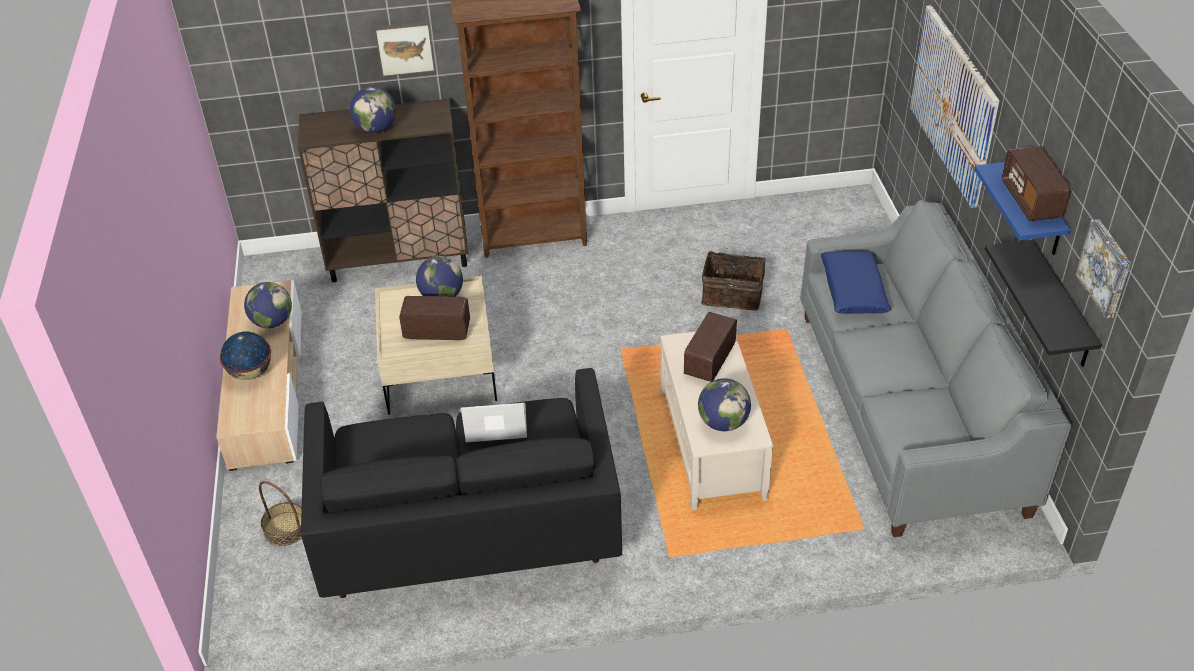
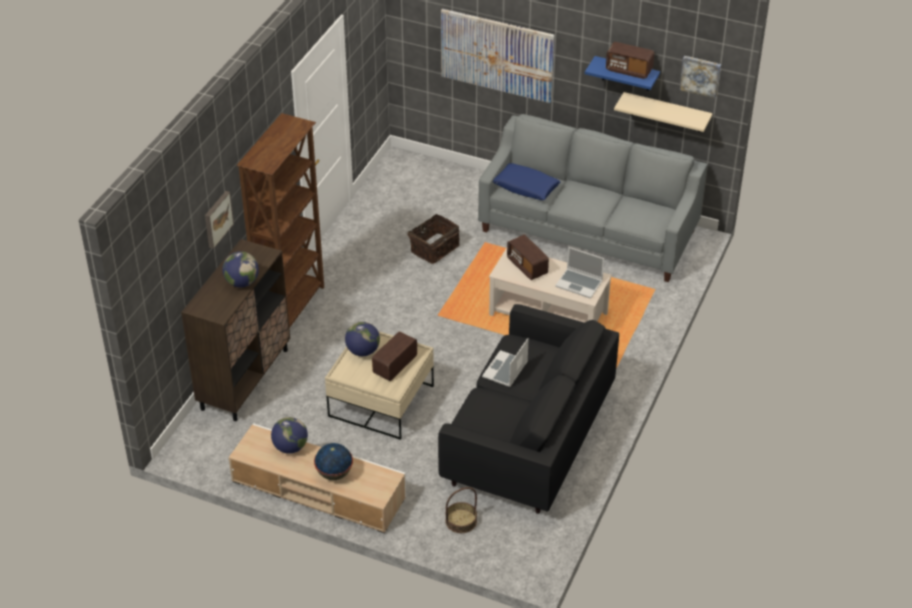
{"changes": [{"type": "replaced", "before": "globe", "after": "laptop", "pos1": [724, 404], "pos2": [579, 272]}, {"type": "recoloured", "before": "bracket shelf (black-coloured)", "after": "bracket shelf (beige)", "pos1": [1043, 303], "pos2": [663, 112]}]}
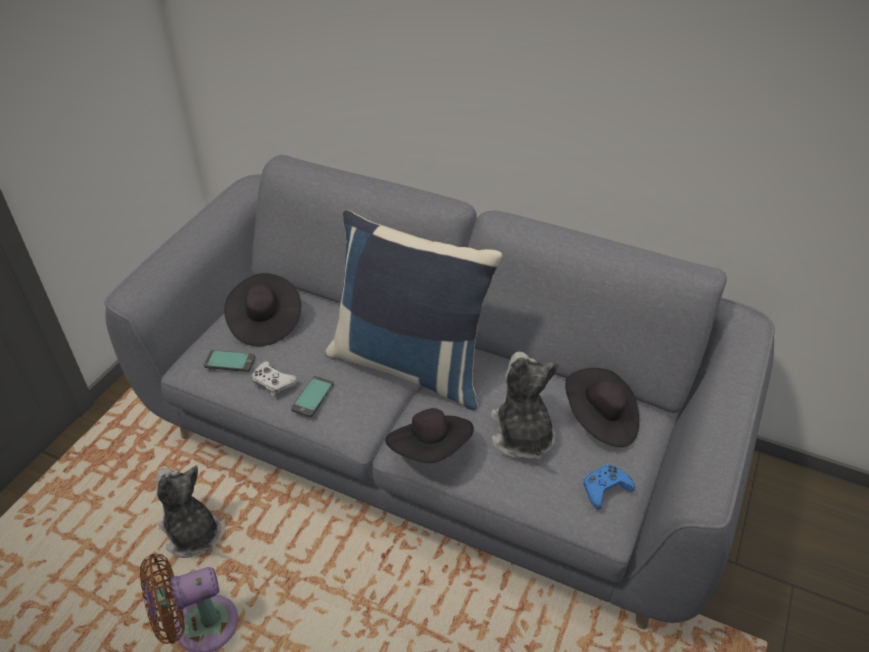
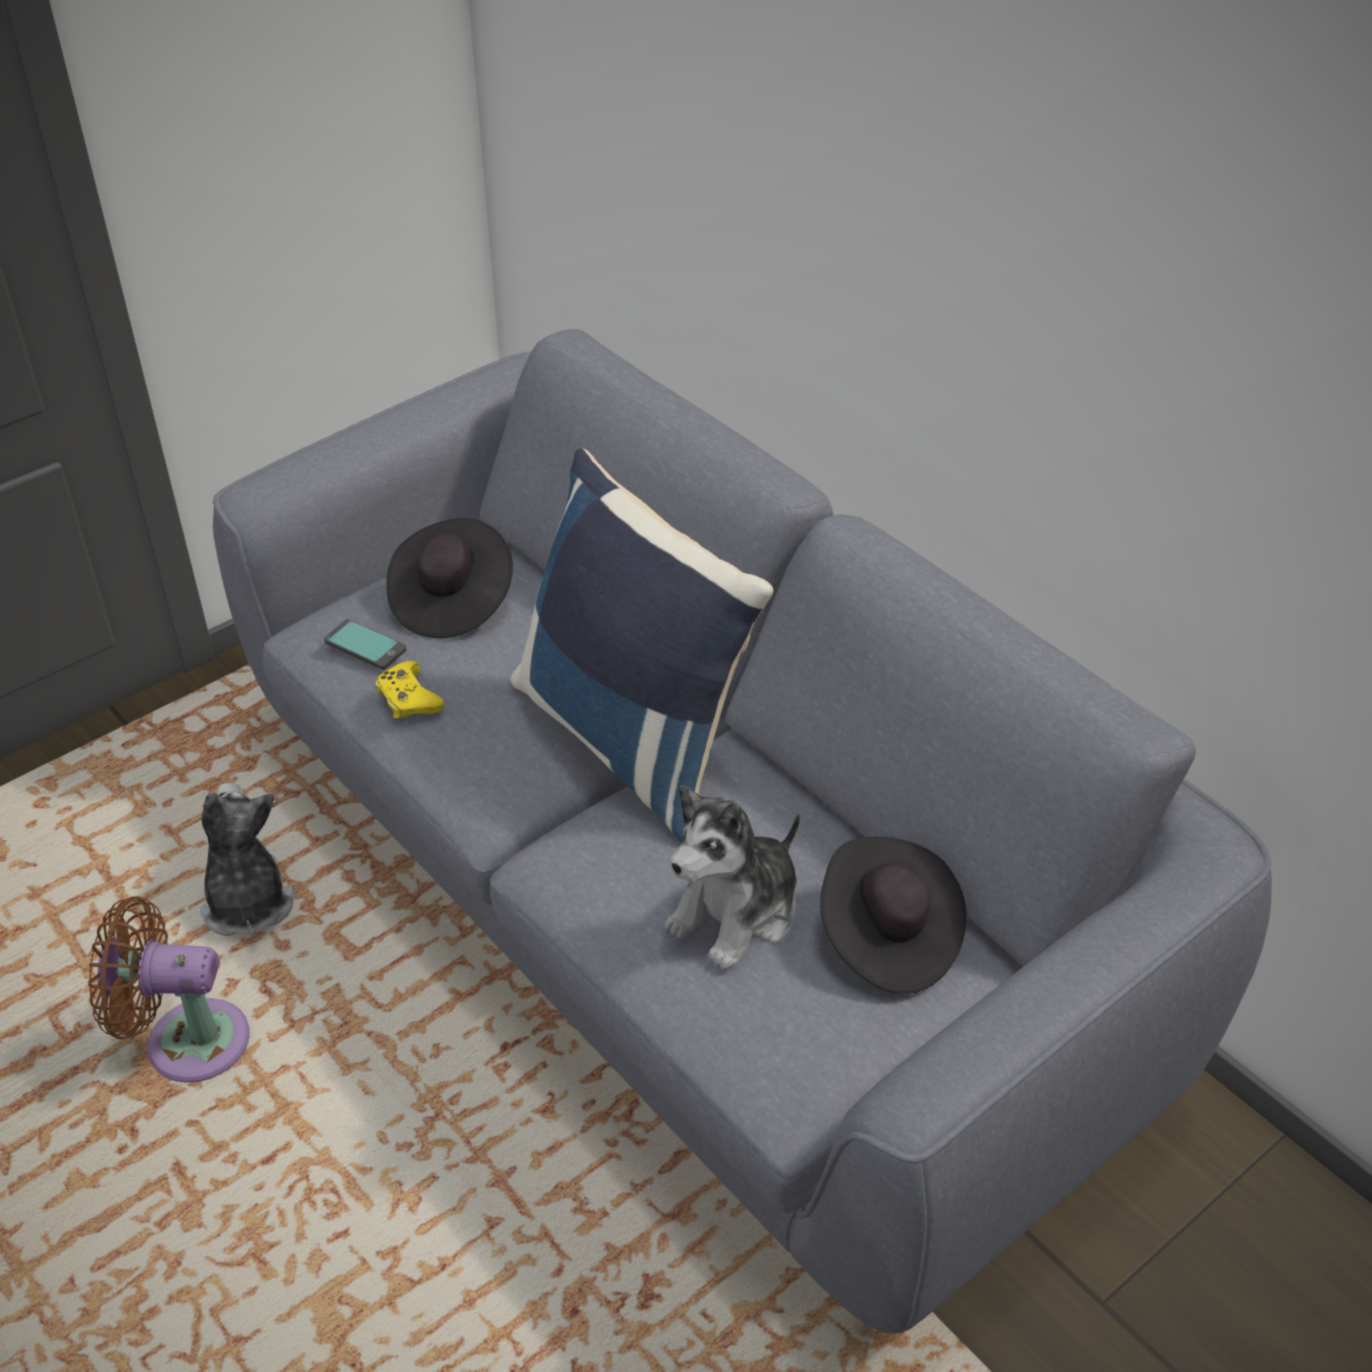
{"changes": [{"type": "removed", "before": "phone", "pos1": [312, 396]}, {"type": "removed", "before": "wearable hat (black-coloured)", "pos1": [429, 435]}, {"type": "removed", "before": "game controller (blue-coloured)", "pos1": [609, 486]}, {"type": "recoloured", "before": "game controller (whitish)", "after": "game controller (yellow)", "pos1": [275, 378], "pos2": [410, 689]}, {"type": "turned", "before": "plush toy", "pos1": [525, 405], "pos2": [733, 878], "turn": -150}]}
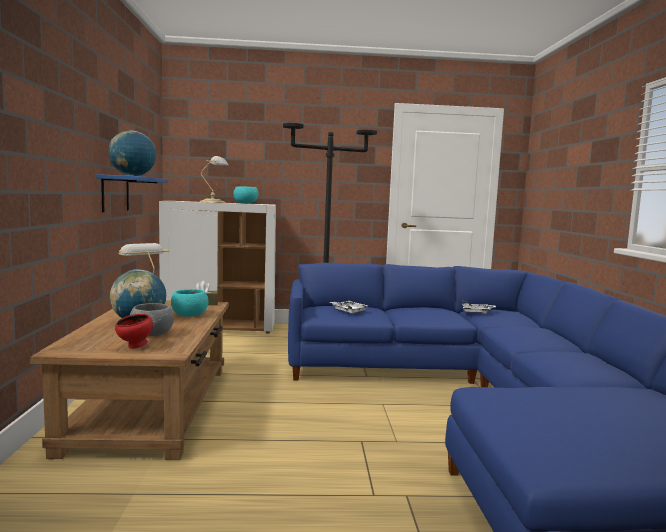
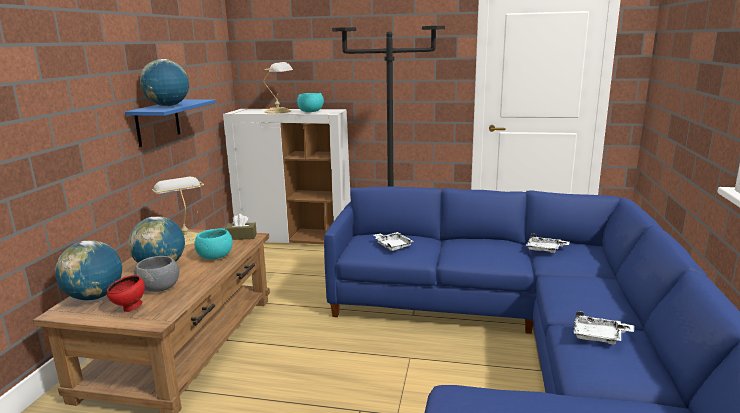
{"changes": [{"type": "added", "after": "globe", "pos2": [88, 270]}, {"type": "added", "after": "tray (whitish)", "pos2": [603, 328]}]}
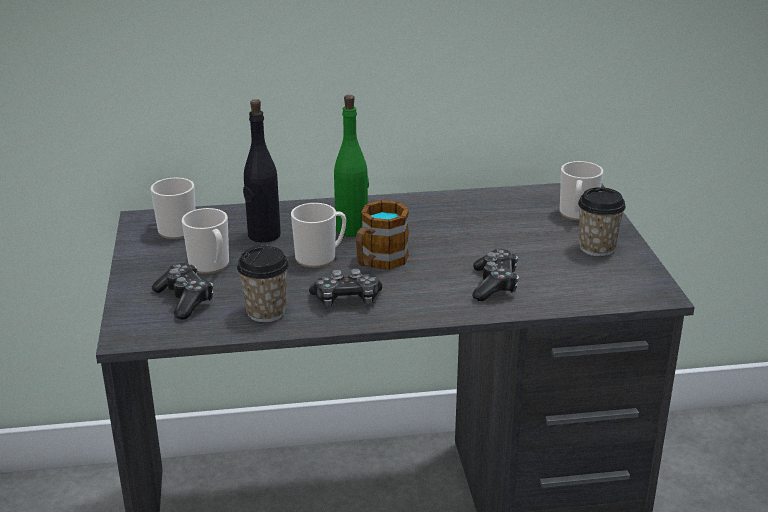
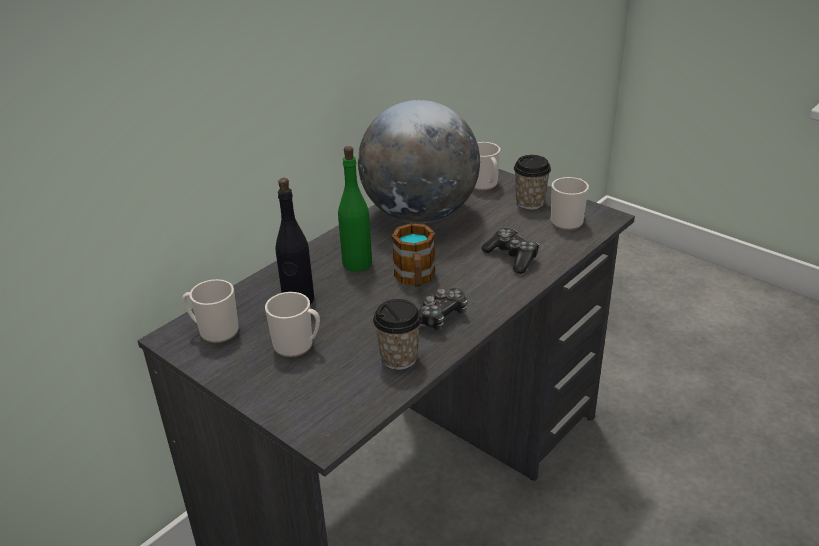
{"changes": [{"type": "removed", "before": "game controller", "pos1": [182, 291]}, {"type": "added", "after": "globe", "pos2": [419, 161]}, {"type": "moved", "before": "mug", "pos1": [318, 235], "pos2": [570, 203]}]}
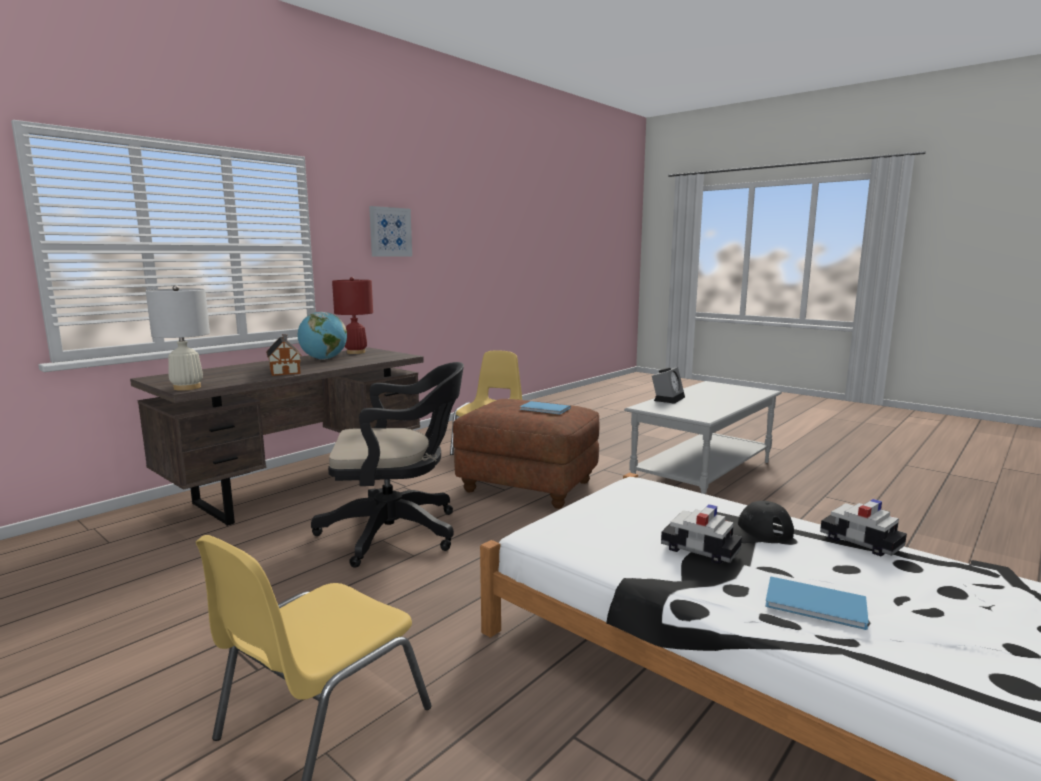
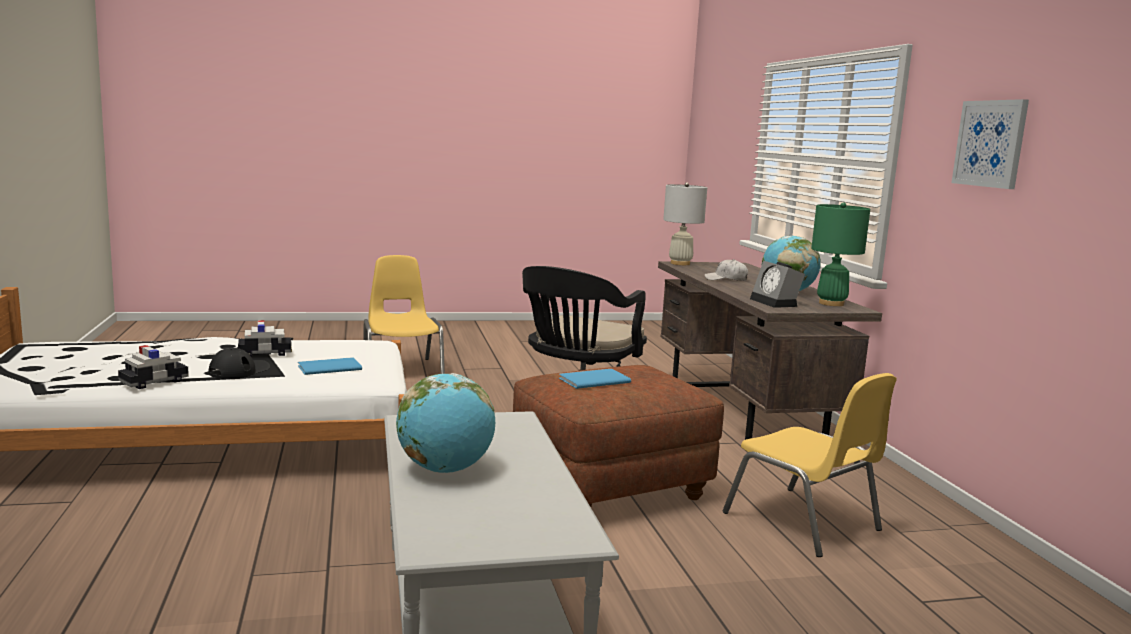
{"changes": [{"type": "added", "after": "globe", "pos2": [445, 423]}, {"type": "moved", "before": "bedside clock", "pos1": [668, 385], "pos2": [777, 284]}, {"type": "moved", "before": "volume (blue-coloured)", "pos1": [817, 603], "pos2": [330, 366]}, {"type": "replaced", "before": "toy house", "after": "baseball cap (whitish)", "pos1": [284, 355], "pos2": [726, 270]}, {"type": "recoloured", "before": "lamp for a table (red)", "after": "lamp for a table (greenish)", "pos1": [352, 315], "pos2": [840, 254]}, {"type": "turned", "before": "miniature car", "pos1": [863, 528], "pos2": [153, 367], "turn": -45}]}
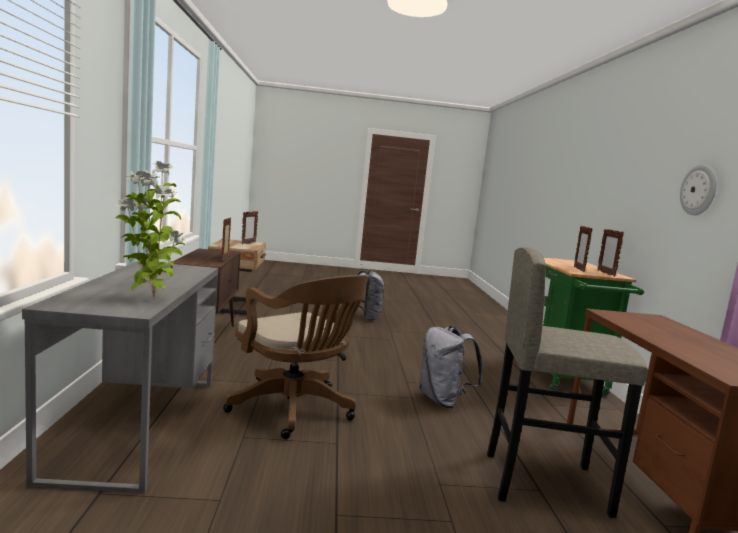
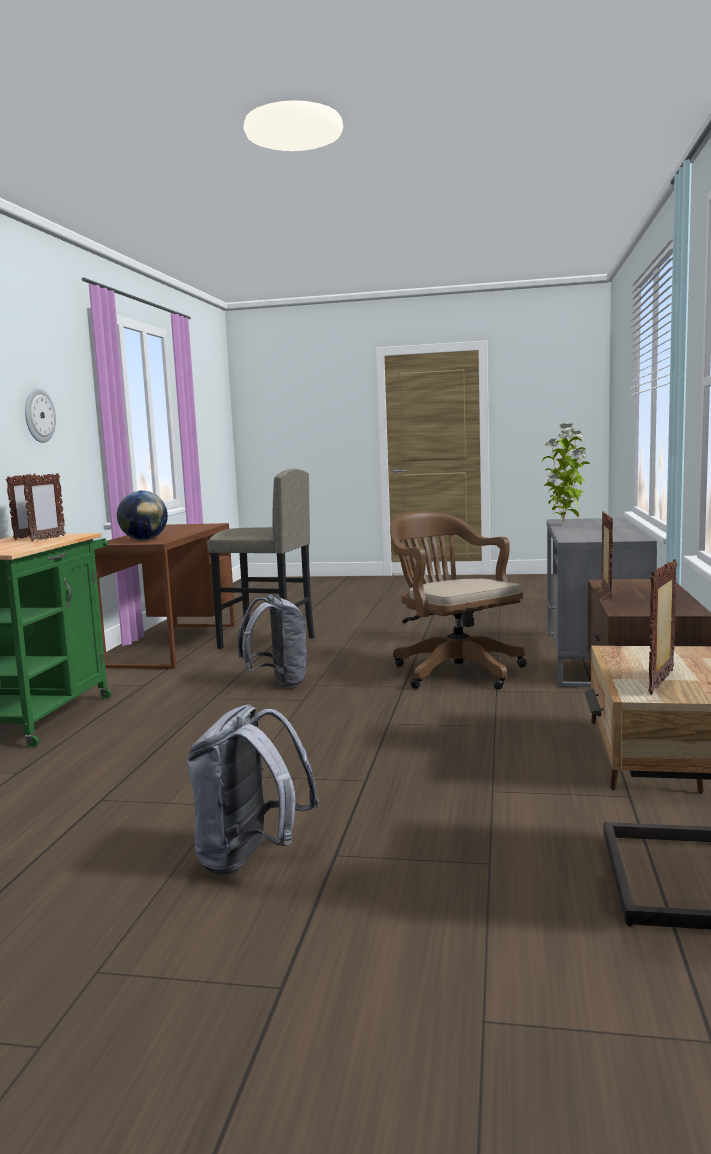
{"changes": [{"type": "added", "after": "globe", "pos2": [142, 515]}]}
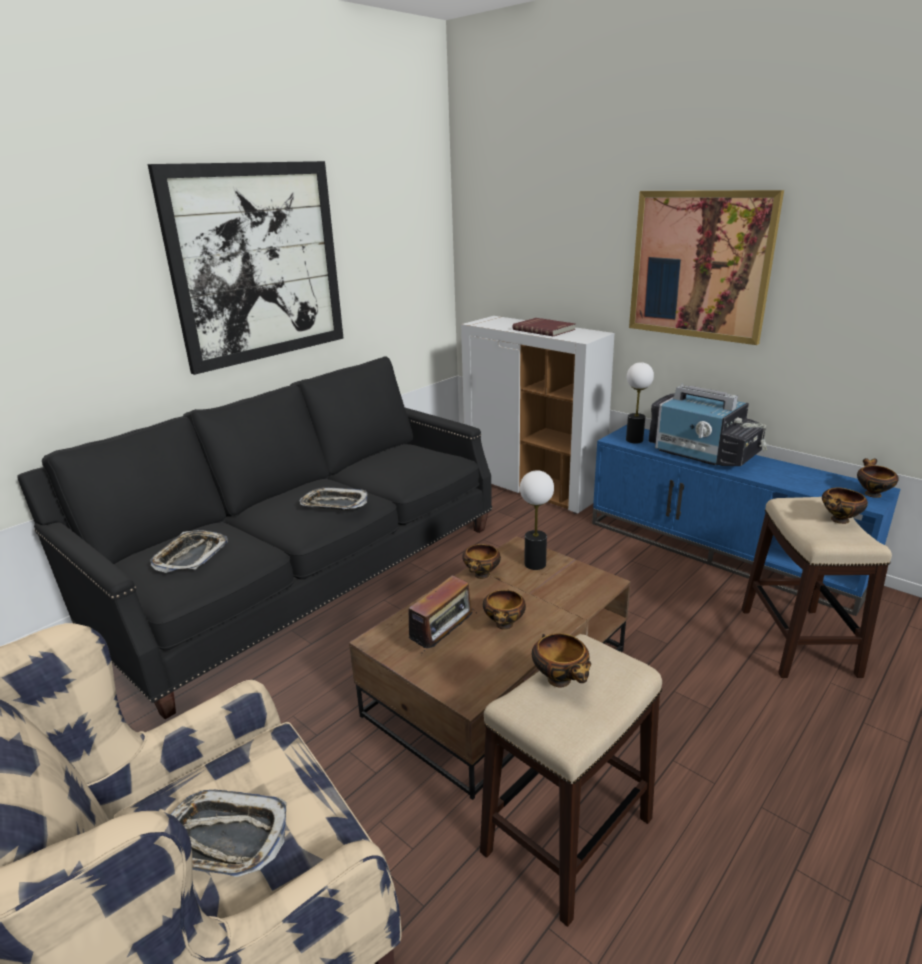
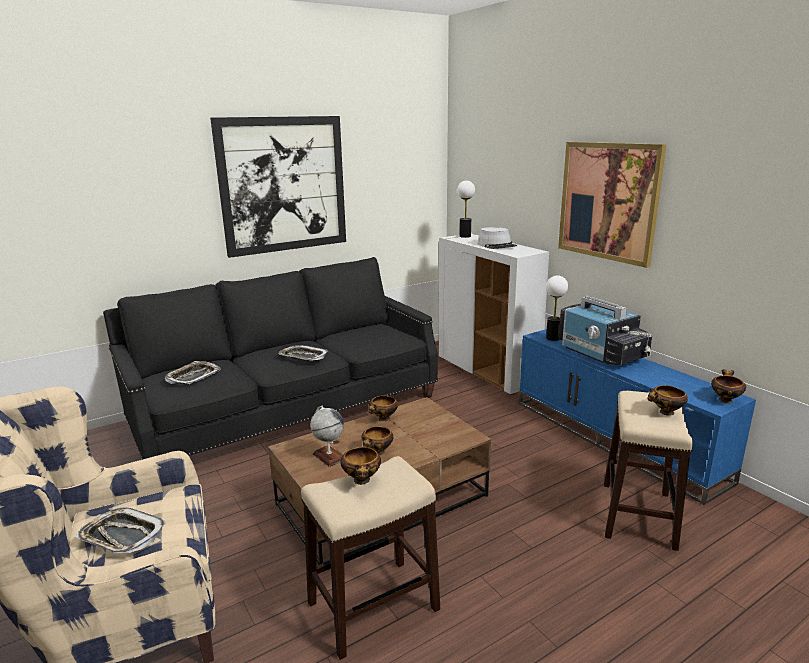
{"changes": [{"type": "moved", "before": "lamp for a table", "pos1": [537, 520], "pos2": [466, 209]}, {"type": "replaced", "before": "radio receiver", "after": "globe", "pos1": [443, 615], "pos2": [327, 436]}, {"type": "replaced", "before": "volume (red)", "after": "wearable hat (gray)", "pos1": [544, 327], "pos2": [497, 238]}]}
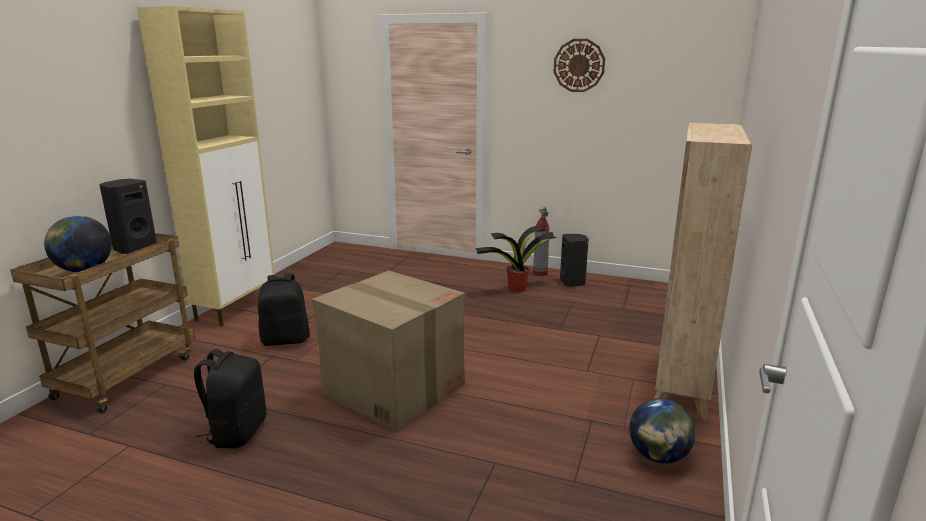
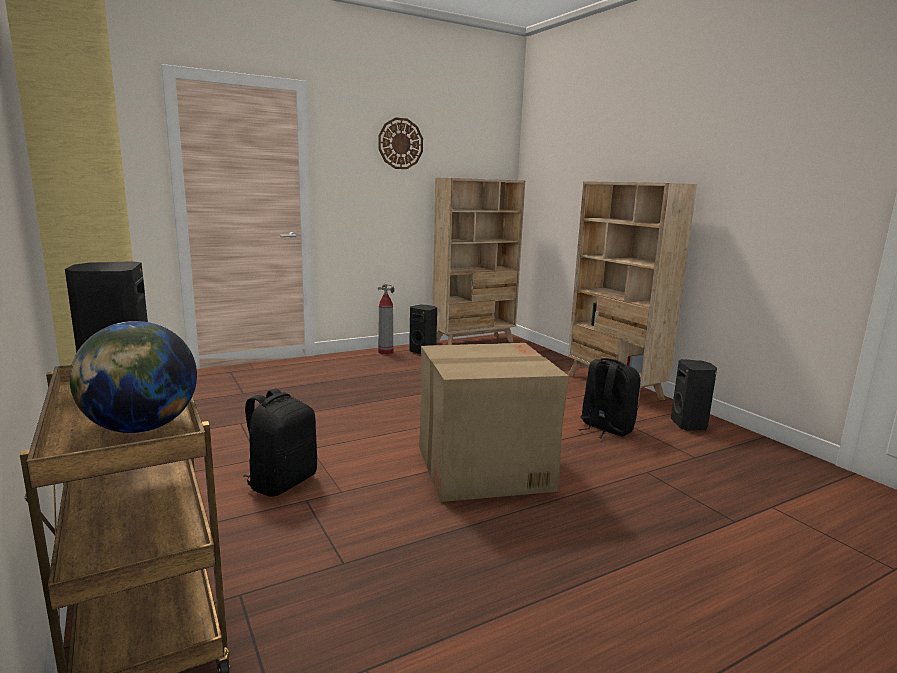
{"changes": [{"type": "removed", "before": "potted plant", "pos1": [516, 259]}, {"type": "added", "after": "bookshelf (beige)", "pos2": [478, 261]}, {"type": "moved", "before": "knapsack (black-coloured)", "pos1": [230, 399], "pos2": [609, 398]}, {"type": "replaced", "before": "globe", "after": "speaker (black-coloured)", "pos1": [662, 431], "pos2": [694, 395]}]}
